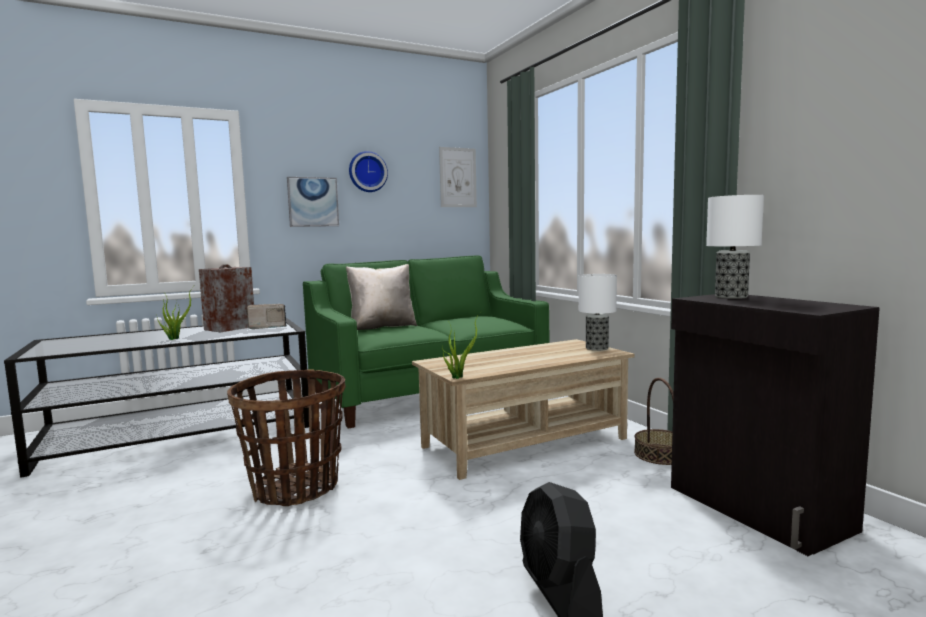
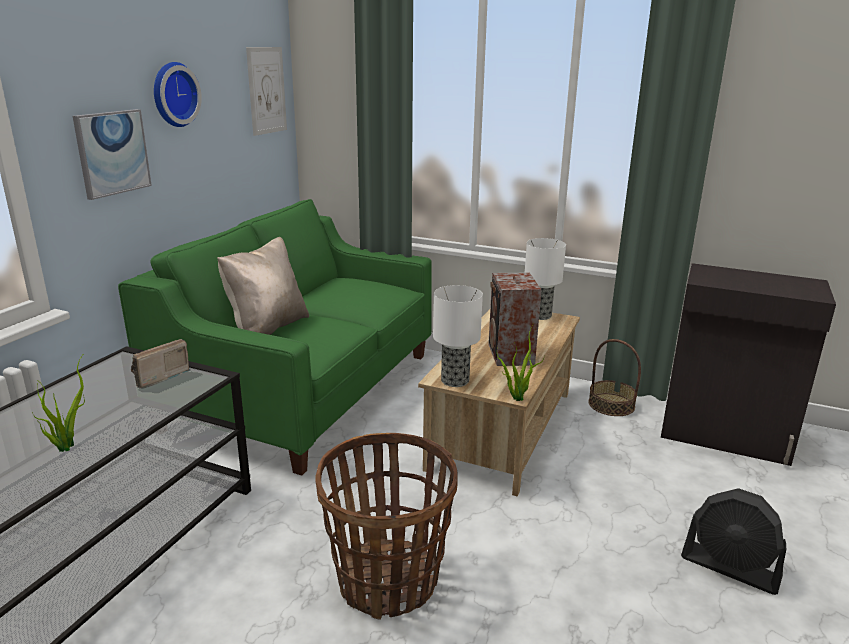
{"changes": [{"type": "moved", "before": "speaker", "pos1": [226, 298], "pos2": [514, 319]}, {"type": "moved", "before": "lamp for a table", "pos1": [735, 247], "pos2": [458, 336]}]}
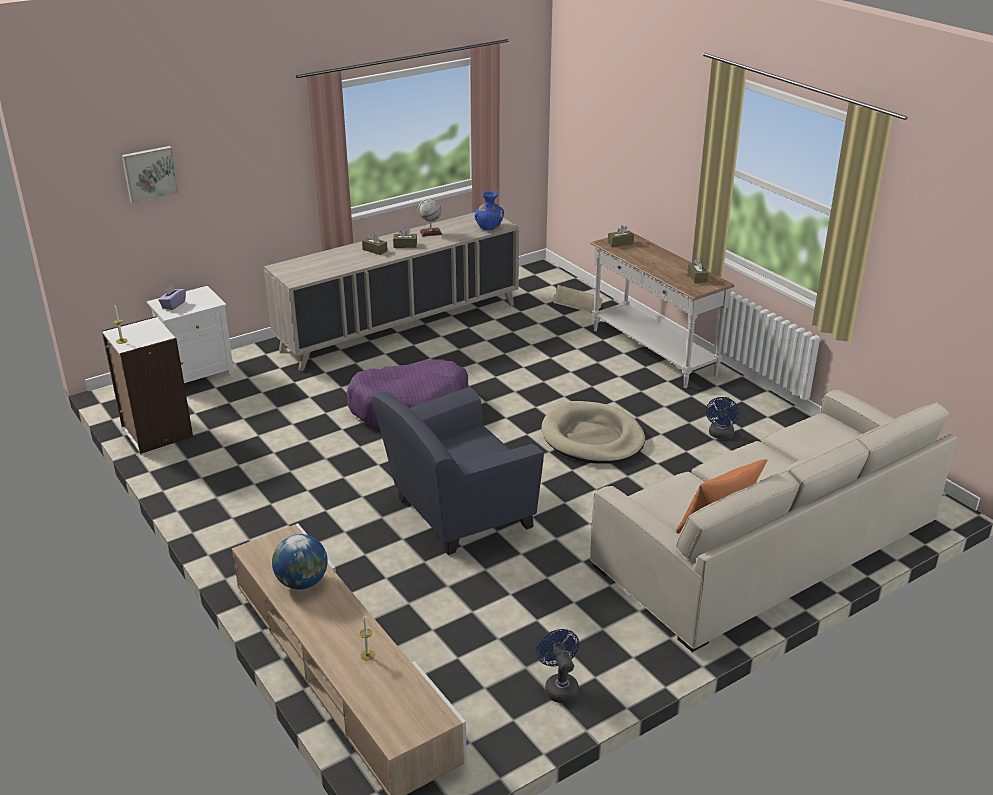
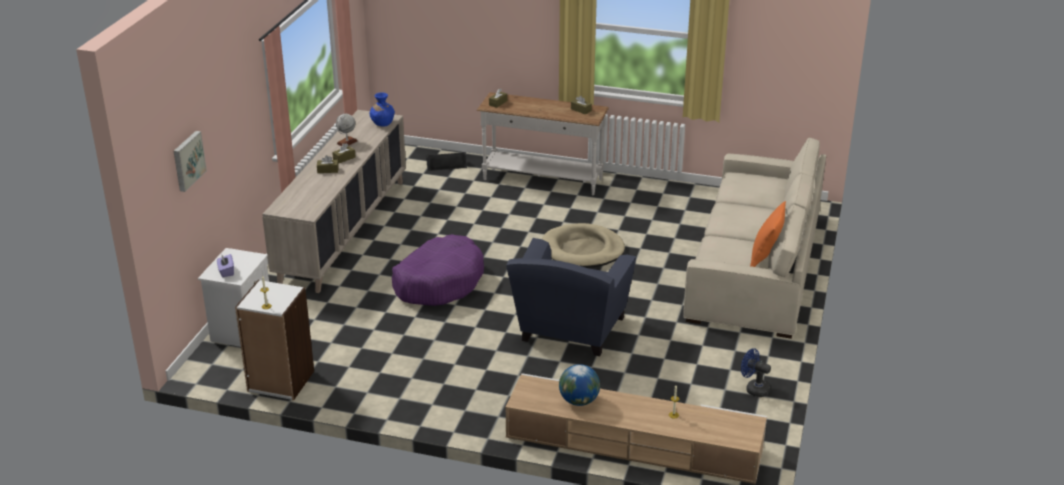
{"changes": [{"type": "removed", "before": "electric fan (blue-coloured)", "pos1": [723, 418]}, {"type": "recoloured", "before": "speaker (beige)", "after": "speaker (black-coloured)", "pos1": [578, 299], "pos2": [446, 161]}]}
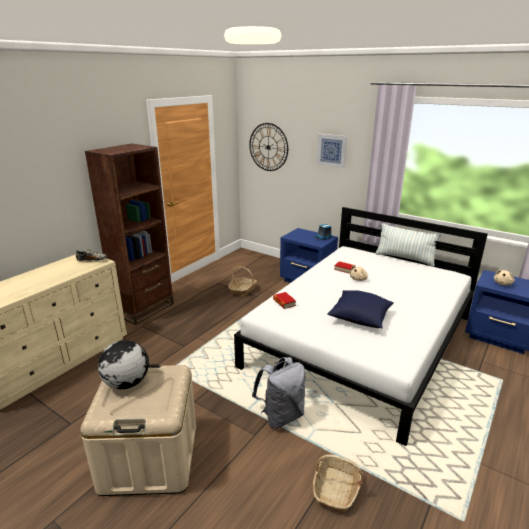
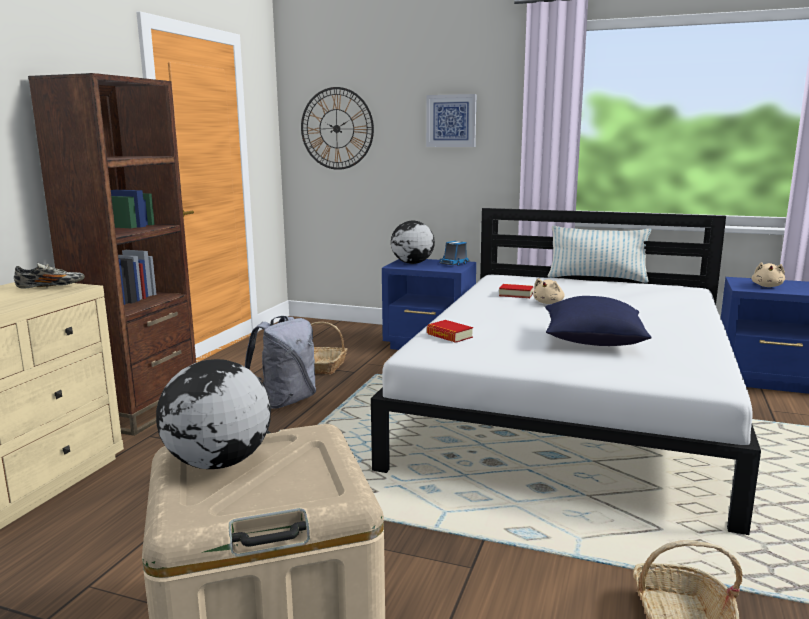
{"changes": [{"type": "added", "after": "globe", "pos2": [413, 242]}, {"type": "moved", "before": "knapsack (gray)", "pos1": [279, 392], "pos2": [280, 362]}]}
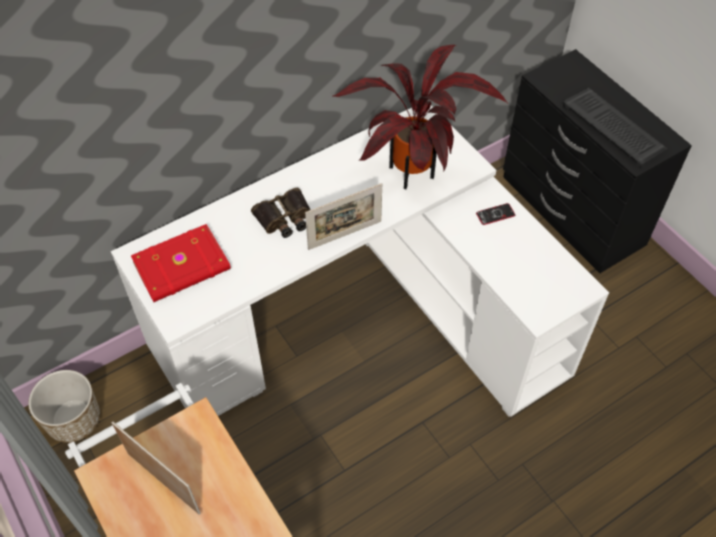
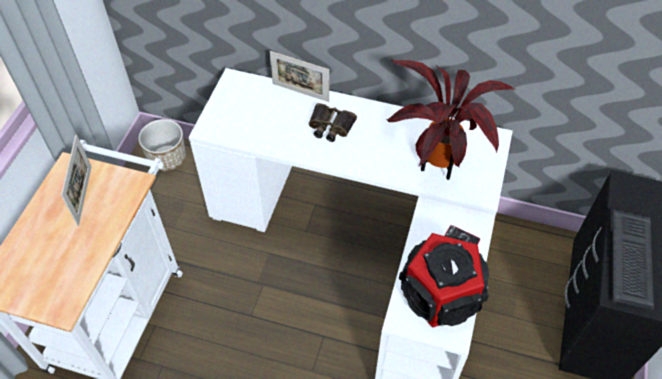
{"changes": [{"type": "removed", "before": "volume (red)", "pos1": [181, 263]}, {"type": "added", "after": "speaker", "pos2": [444, 280]}, {"type": "moved", "before": "photo frame", "pos1": [343, 216], "pos2": [299, 76]}]}
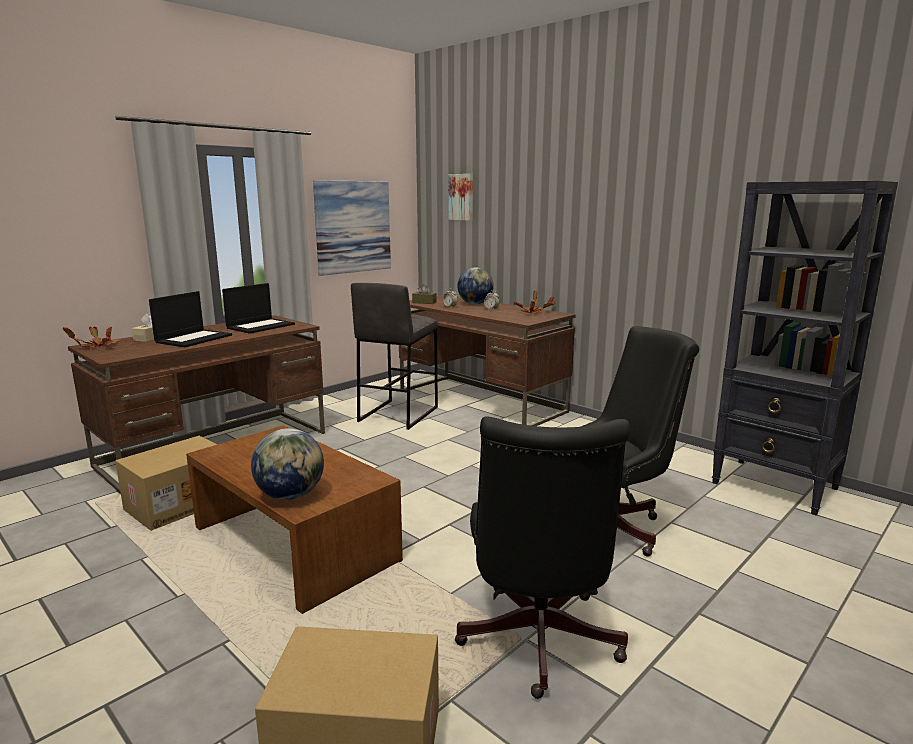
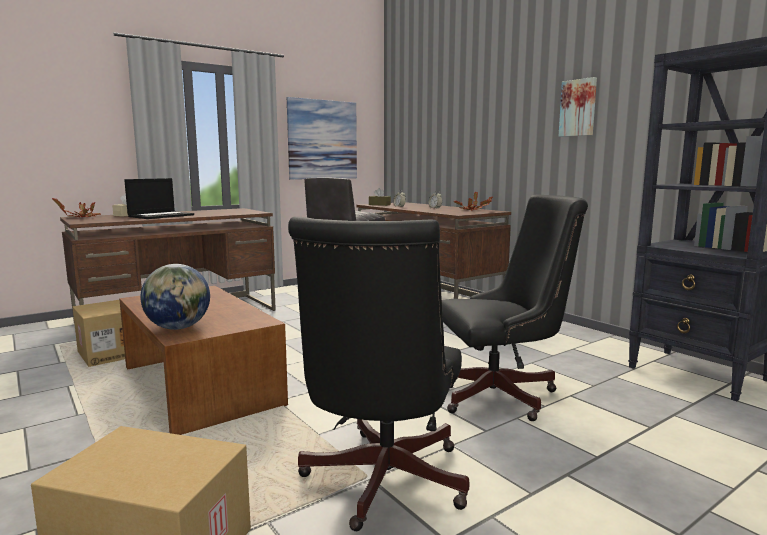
{"changes": [{"type": "removed", "before": "laptop", "pos1": [258, 308]}, {"type": "removed", "before": "globe", "pos1": [475, 285]}, {"type": "moved", "before": "wall picture", "pos1": [460, 197], "pos2": [578, 107]}]}
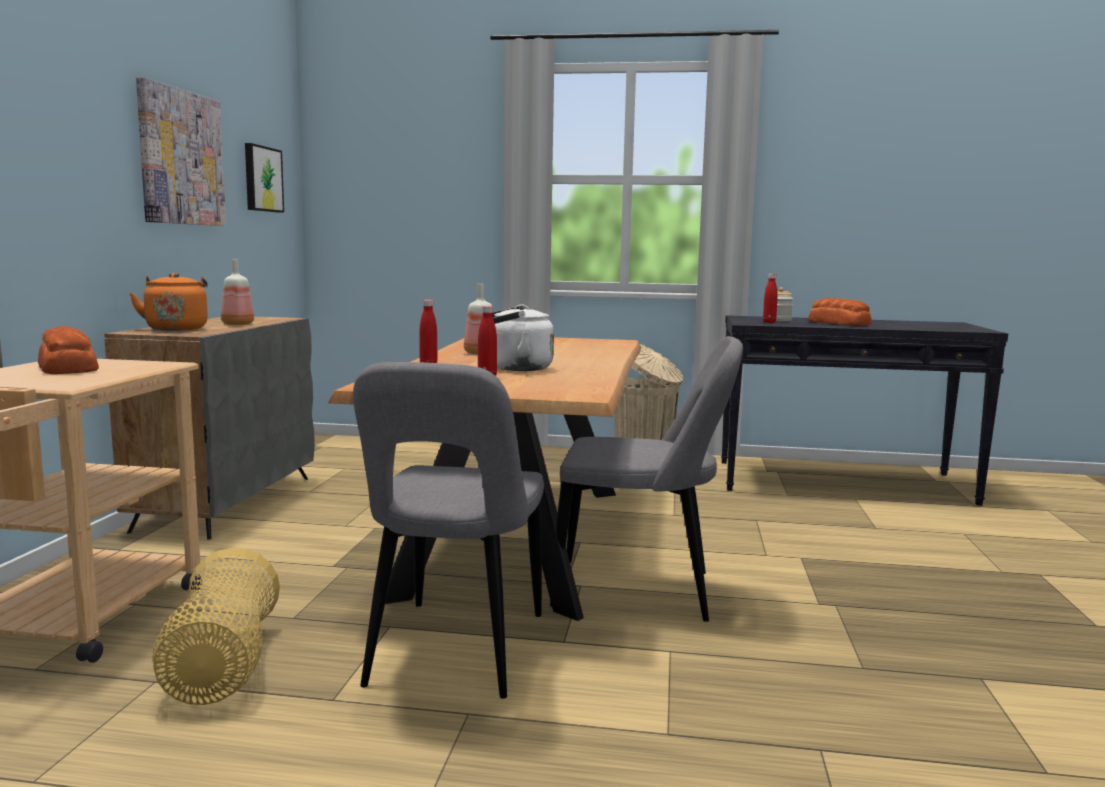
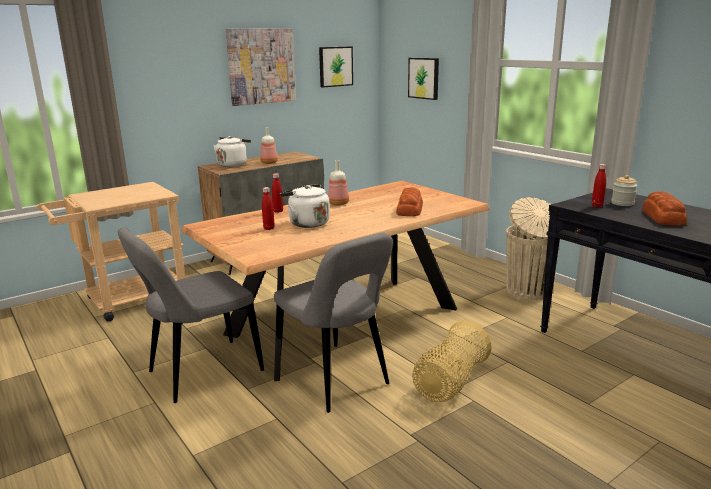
{"changes": [{"type": "added", "after": "wall picture", "pos2": [423, 79]}, {"type": "moved", "before": "bread", "pos1": [68, 350], "pos2": [409, 201]}, {"type": "moved", "before": "household basket", "pos1": [216, 626], "pos2": [452, 361]}, {"type": "recoloured", "before": "water kettle (orange)", "after": "water kettle (whitish)", "pos1": [168, 302], "pos2": [232, 151]}]}
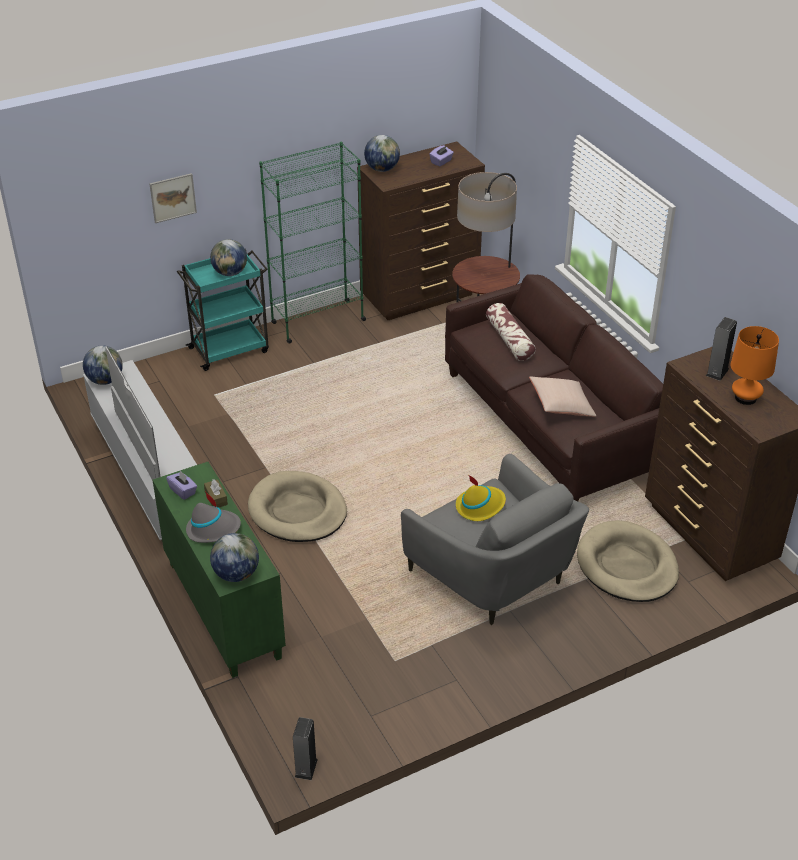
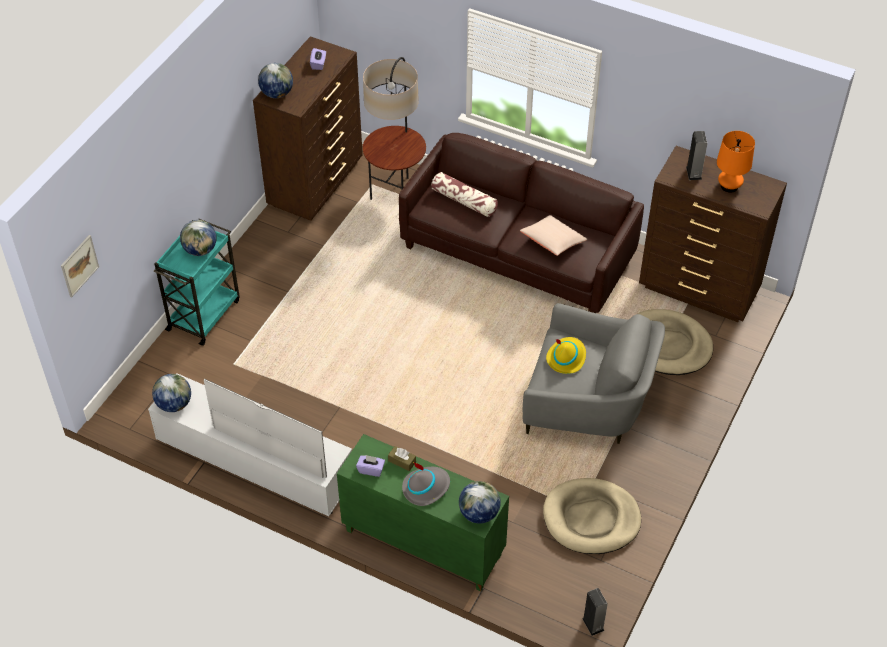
{"changes": [{"type": "removed", "before": "bookshelf (greenish)", "pos1": [312, 243]}, {"type": "moved", "before": "wall picture", "pos1": [173, 198], "pos2": [80, 266]}, {"type": "moved", "before": "dog cushion (beige)", "pos1": [297, 506], "pos2": [592, 516]}]}
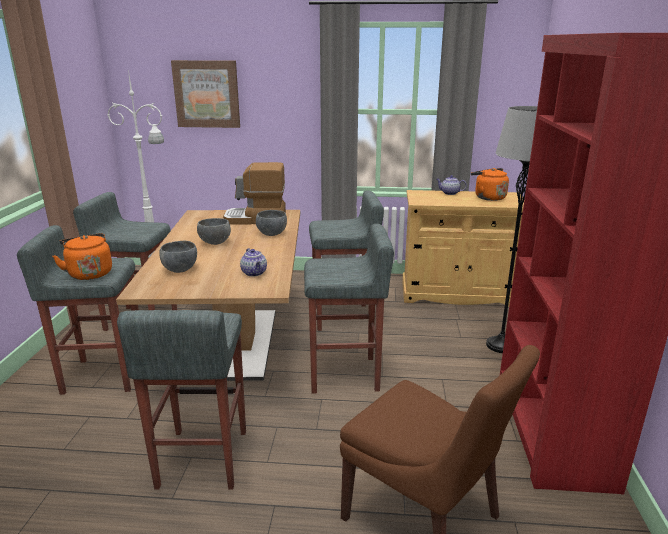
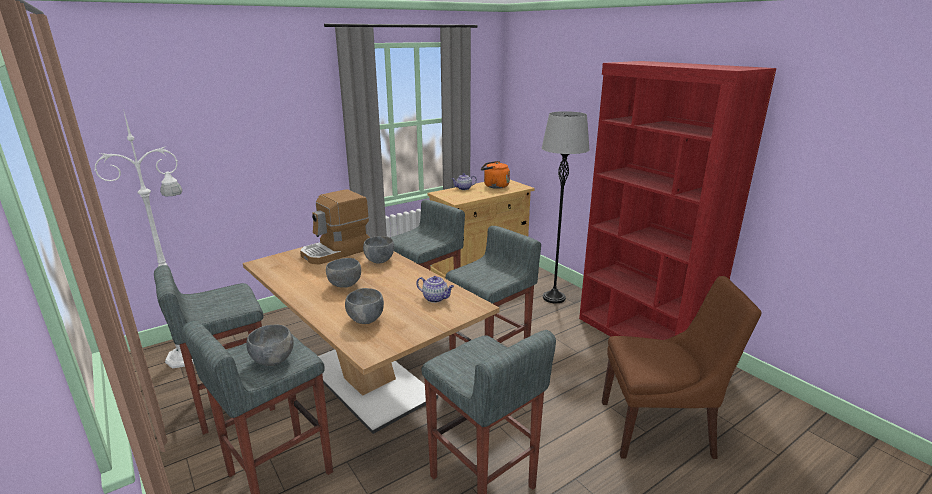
{"changes": [{"type": "removed", "before": "wall picture", "pos1": [205, 94]}, {"type": "replaced", "before": "water kettle (orange)", "after": "serving bowl (gray)", "pos1": [82, 256], "pos2": [270, 345]}]}
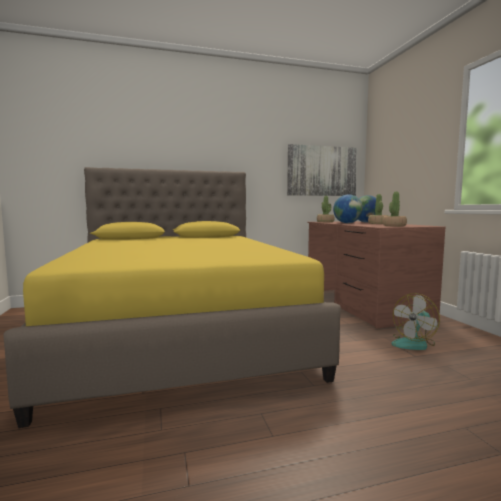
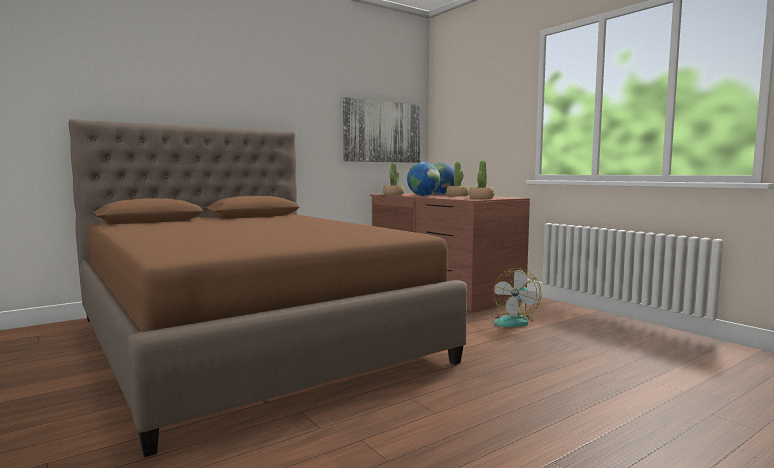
{"changes": [{"type": "recoloured", "before": "bed (yellow)", "after": "bed (brown-coloured)", "pos1": [172, 297], "pos2": [267, 288]}]}
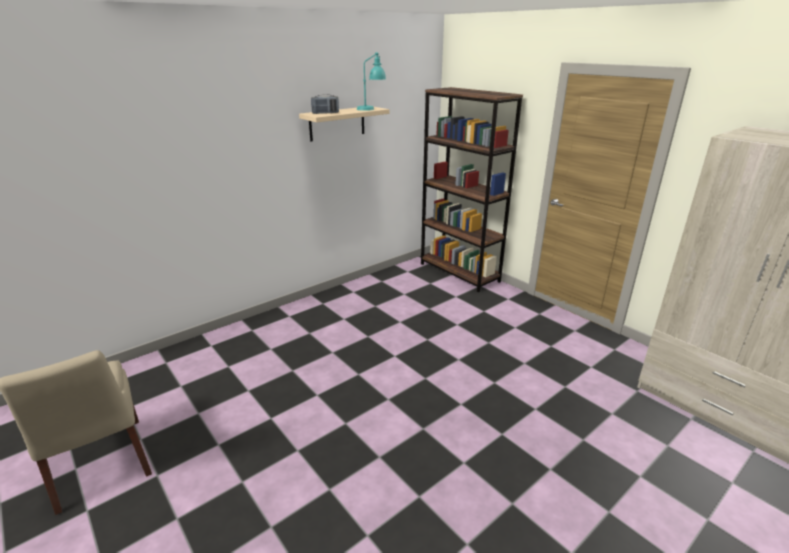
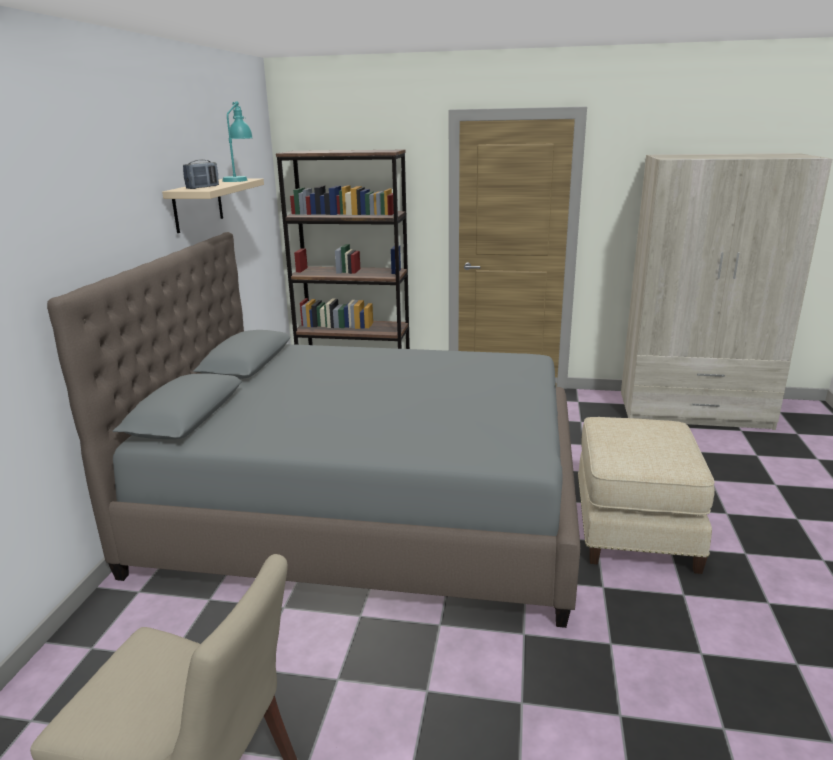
{"changes": [{"type": "added", "after": "bed (gray)", "pos2": [313, 430]}, {"type": "added", "after": "ottoman (beige)", "pos2": [646, 495]}]}
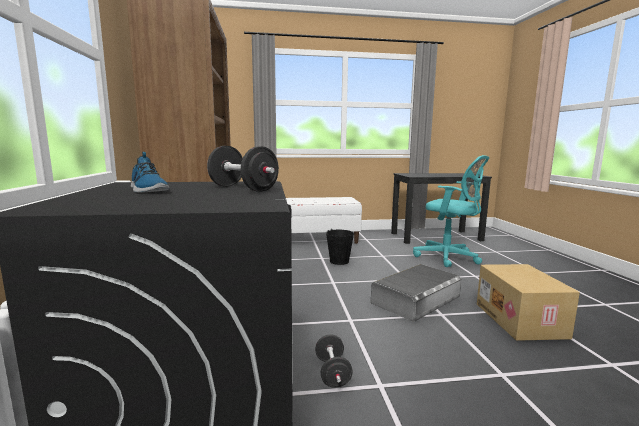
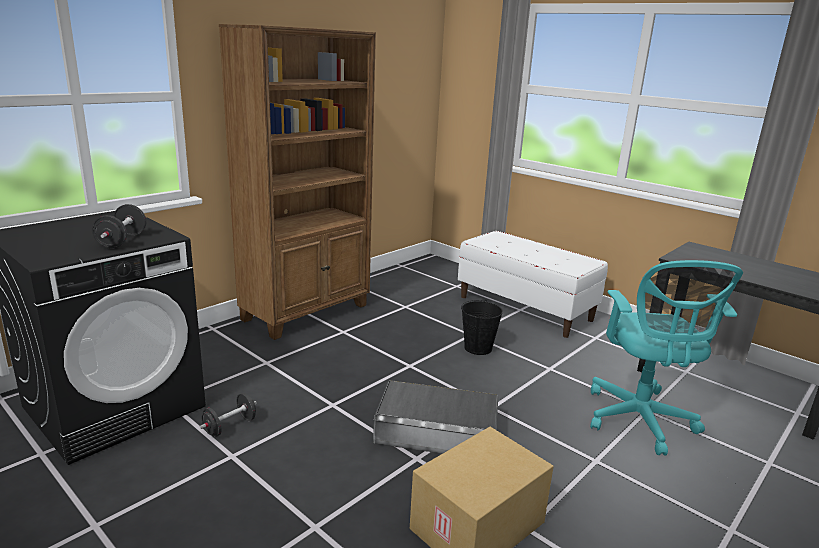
{"changes": [{"type": "removed", "before": "item of footwear", "pos1": [150, 172]}]}
